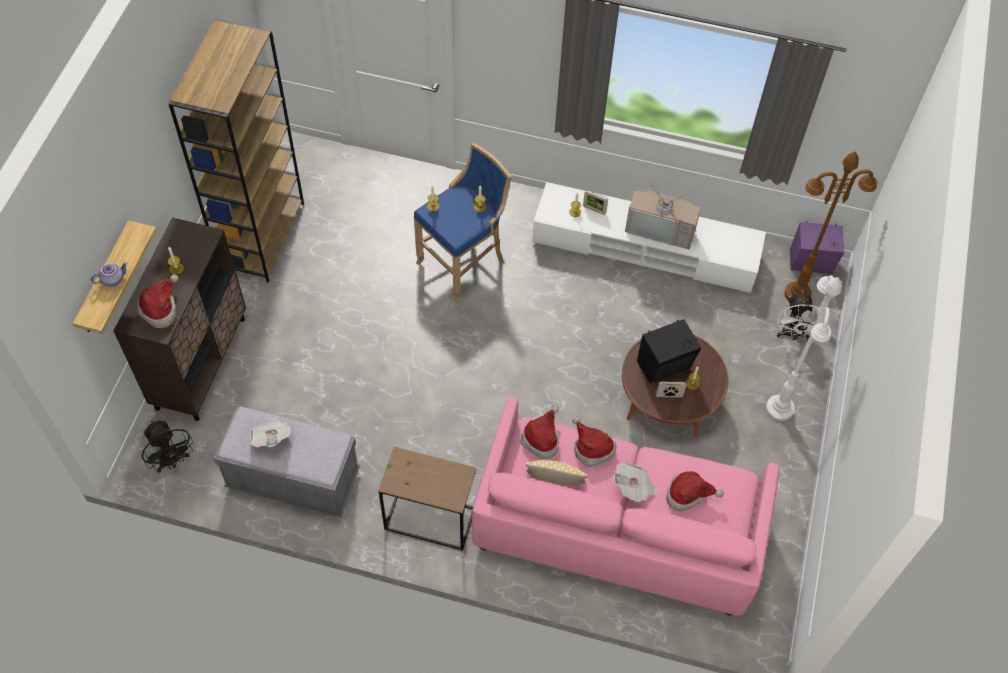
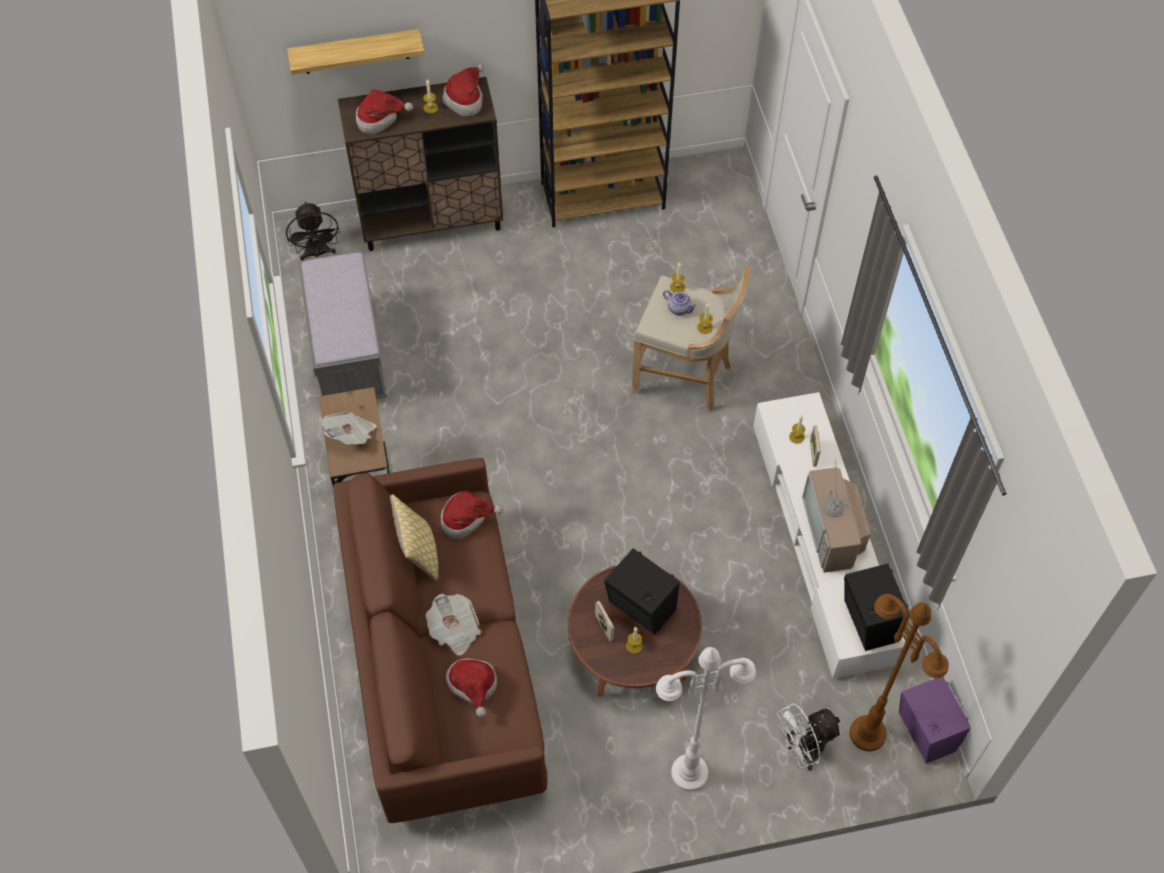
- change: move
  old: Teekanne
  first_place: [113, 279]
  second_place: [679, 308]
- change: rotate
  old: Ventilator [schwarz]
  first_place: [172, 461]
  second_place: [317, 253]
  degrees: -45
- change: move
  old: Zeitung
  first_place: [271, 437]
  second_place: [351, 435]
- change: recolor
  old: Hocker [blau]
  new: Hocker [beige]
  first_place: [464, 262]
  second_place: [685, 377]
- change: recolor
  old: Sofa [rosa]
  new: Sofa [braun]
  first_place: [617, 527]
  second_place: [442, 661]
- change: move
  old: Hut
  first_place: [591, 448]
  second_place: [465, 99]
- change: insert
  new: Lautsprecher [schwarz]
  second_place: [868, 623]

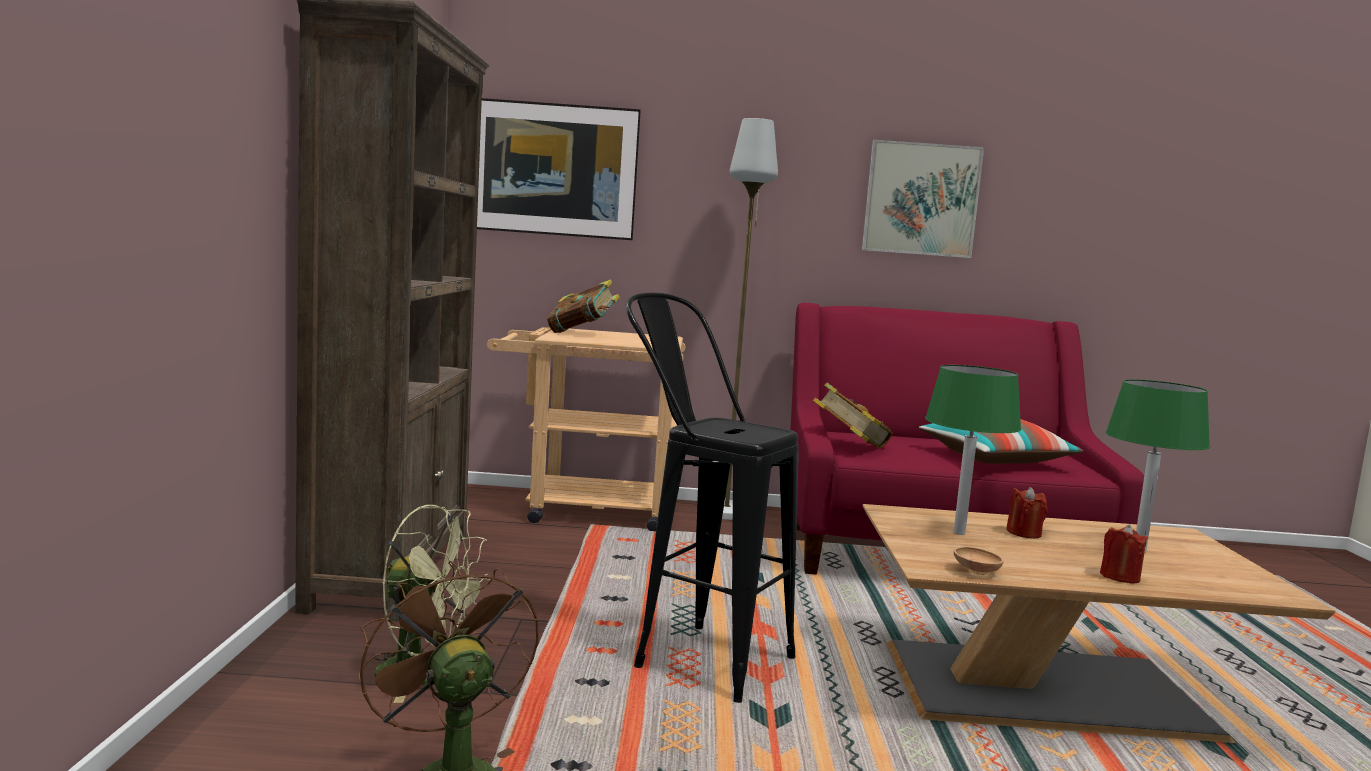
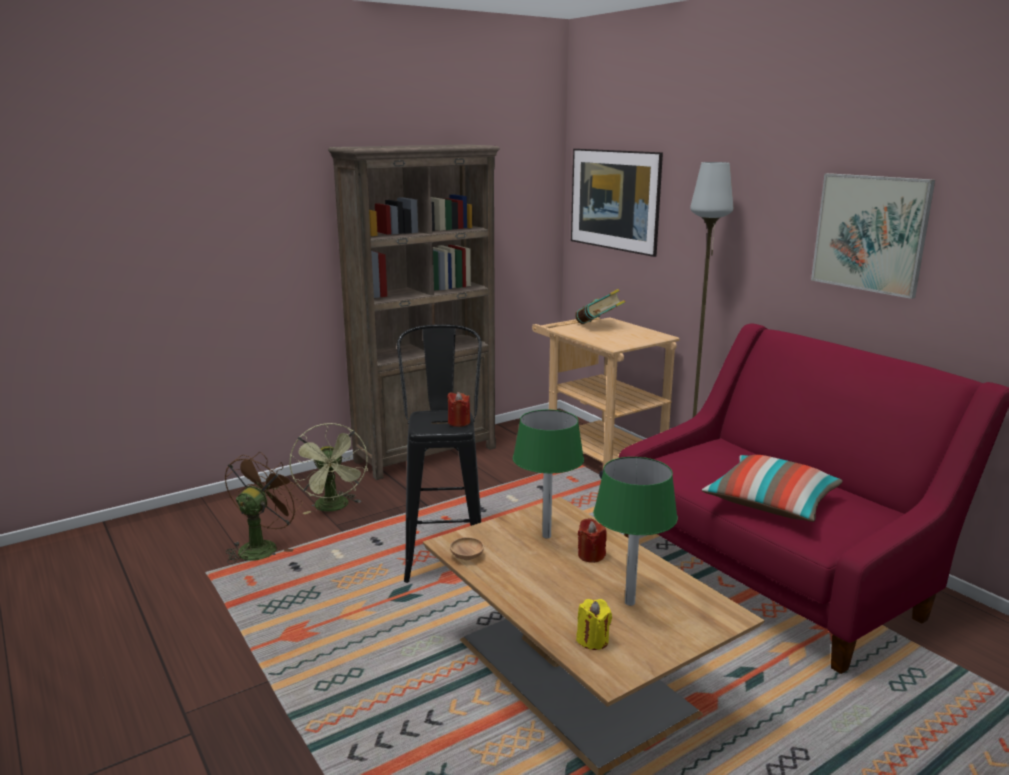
- change: delete
  old: Buch
  first_place: [850, 446]
- change: move
  old: Kerze [rot]
  first_place: [1120, 577]
  second_place: [459, 422]
- change: insert
  new: Kerze [gelb]
  second_place: [593, 640]

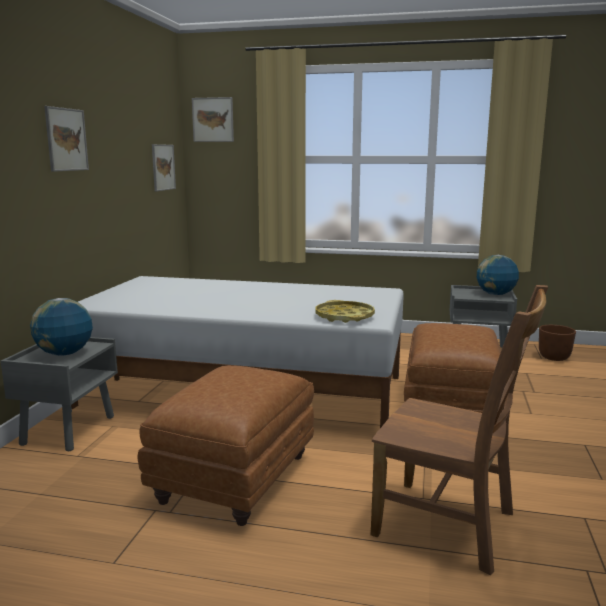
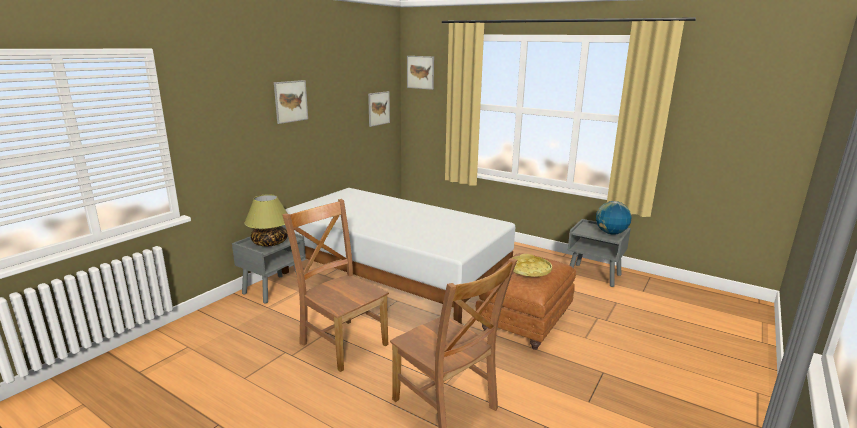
- change: replace
  old: Globus
  new: Tischlampe
  first_place: [64, 354]
  second_place: [269, 243]
- change: replace
  old: Polsterhocker [braun]
  new: Stuhl [braun]
  first_place: [235, 478]
  second_place: [342, 342]
- change: move
  old: Tablett [gelb]
  first_place: [344, 317]
  second_place: [529, 270]
- change: delete
  old: Pflanzkübel [braun]
  first_place: [554, 358]

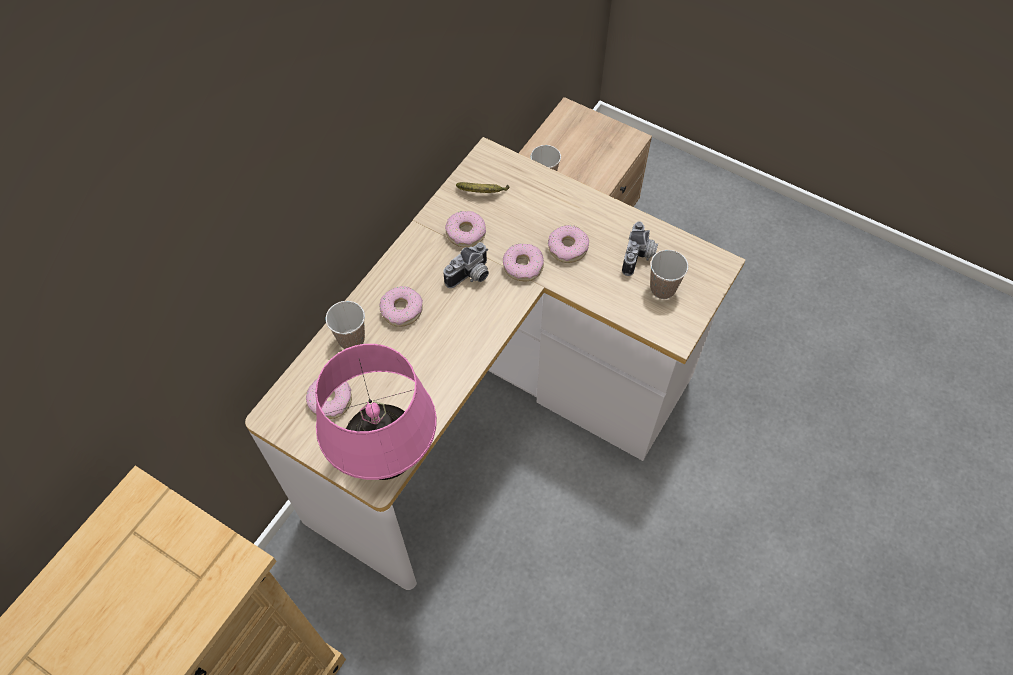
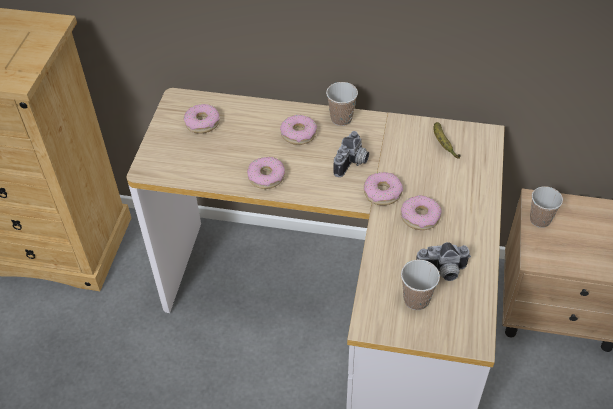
- change: delete
  old: Tischlampe [rosa]
  first_place: [386, 458]
- change: move
  old: Tasse
  first_place: [351, 340]
  second_place: [341, 119]
- change: rotate
  old: Kamera
  first_place: [471, 276]
  second_place: [352, 163]
  degrees: -90
- change: move
  old: Donut
  first_place: [465, 233]
  second_place: [266, 177]

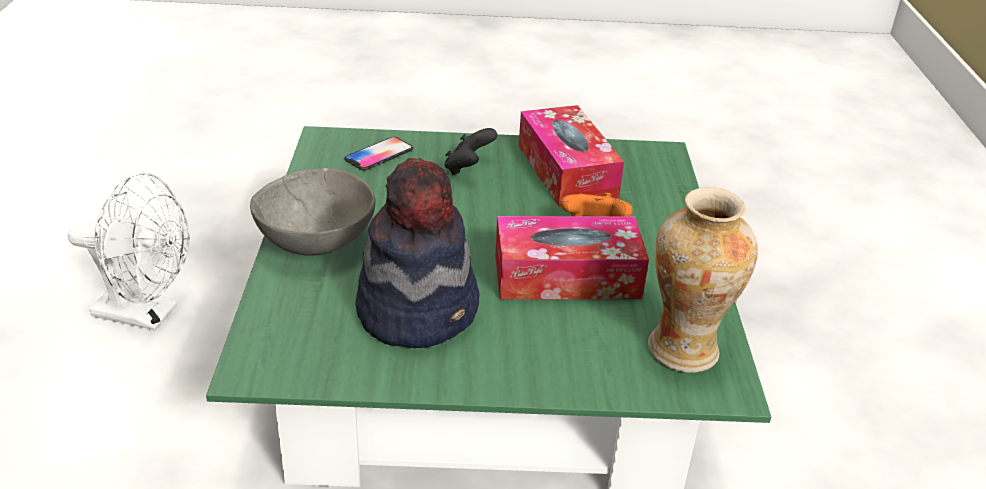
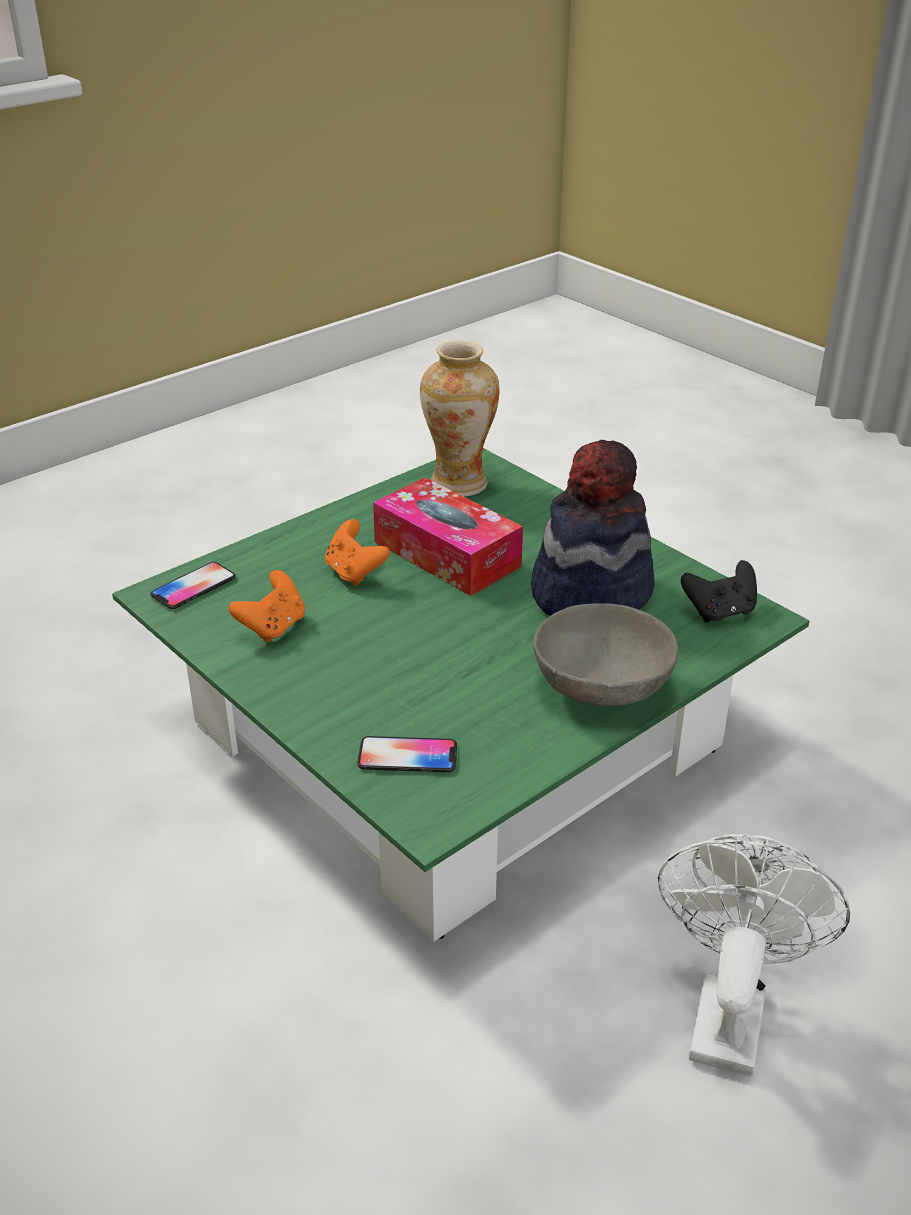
- change: rotate
  old: Ventilator [weiß]
  first_place: [147, 314]
  second_place: [727, 1011]
  degrees: 45
- change: move
  old: Gamepad [schwarz]
  first_place: [468, 168]
  second_place: [720, 612]
- change: replace
  old: Taschentuchbox
  new: Gamepad [orange]
  first_place: [566, 171]
  second_place: [273, 627]
- change: insert
  new: Handy
  second_place: [193, 587]

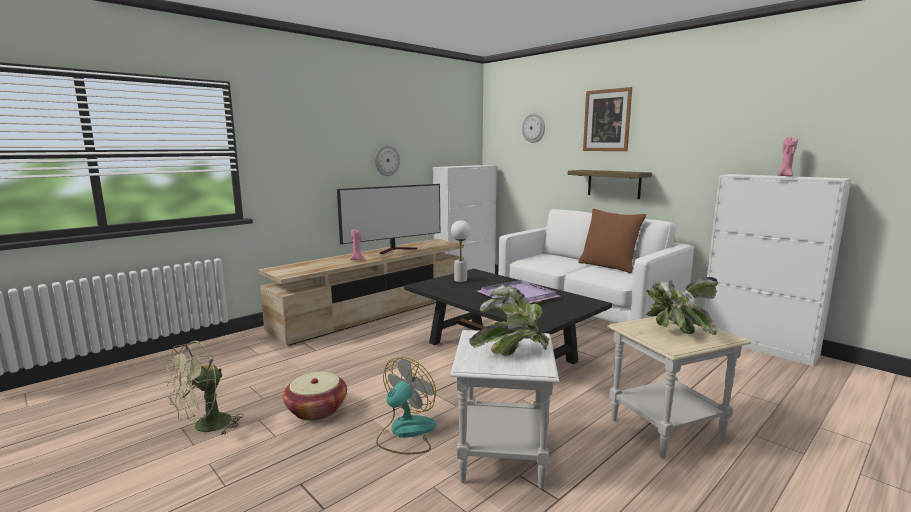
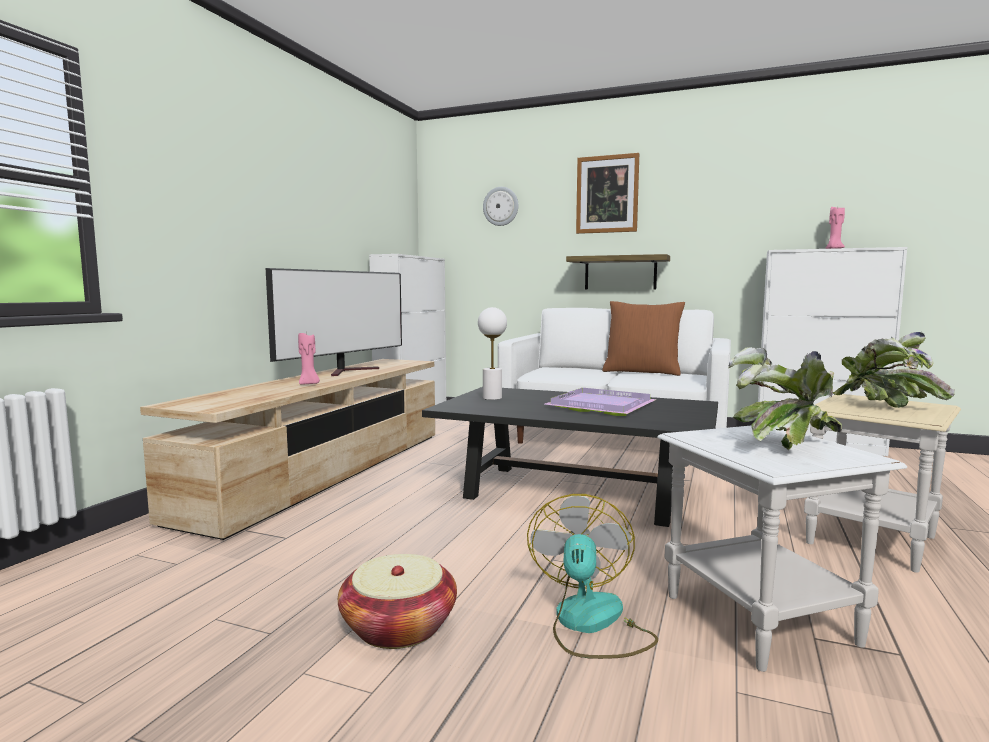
- change: delete
  old: Ventilator [grün]
  first_place: [205, 427]
- change: delete
  old: Wanduhr
  first_place: [387, 160]

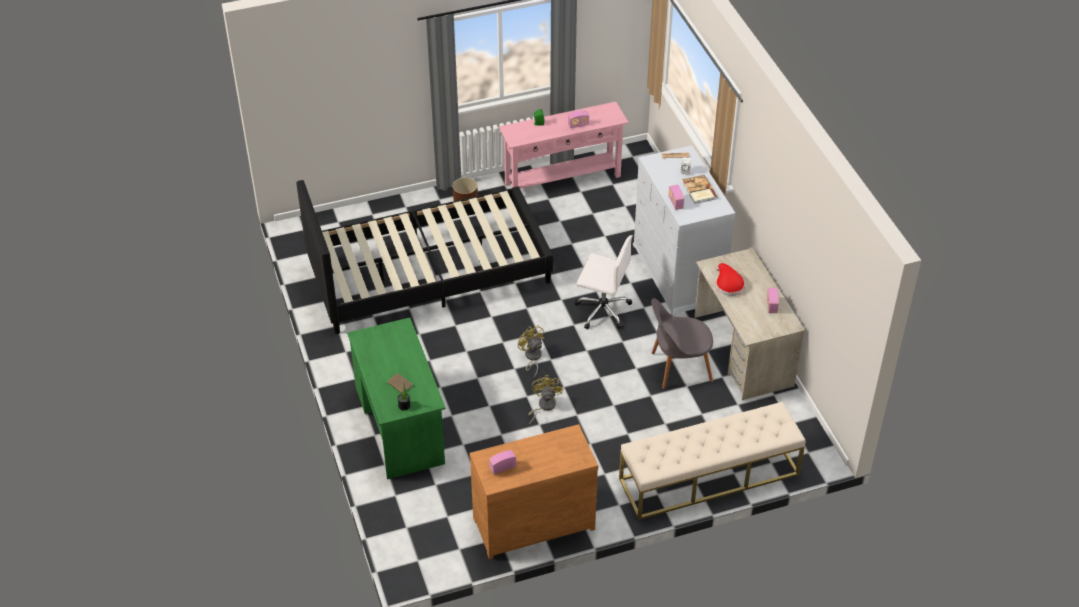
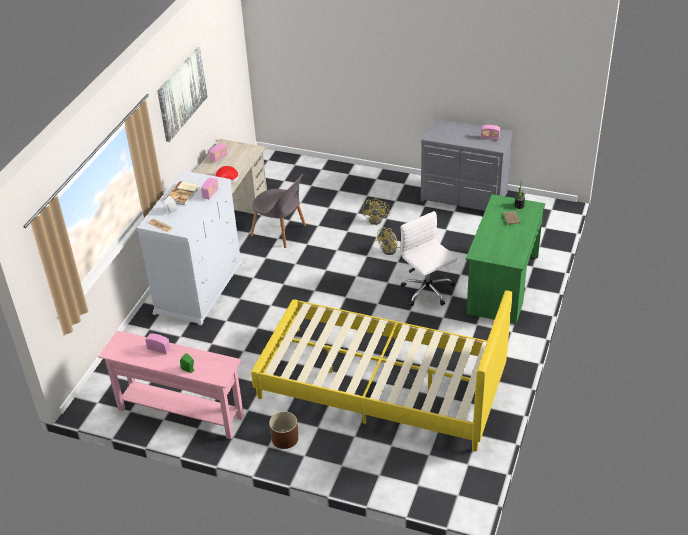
- change: recolor
  old: Bett [schwarz]
  new: Bett [gelb]
  first_place: [429, 273]
  second_place: [381, 386]
- change: recolor
  old: Kommode [braun]
  new: Kommode [grau]
  first_place: [532, 521]
  second_place: [464, 198]
- change: move
  old: Ventilator [gelb]
  first_place: [532, 357]
  second_place: [378, 219]
- change: move
  old: Bürostuhl [weiß]
  first_place: [602, 310]
  second_place: [428, 291]
- change: delete
  old: Bank [beige]
  first_place: [708, 477]
- change: insert
  new: Bild
  second_place: [182, 93]

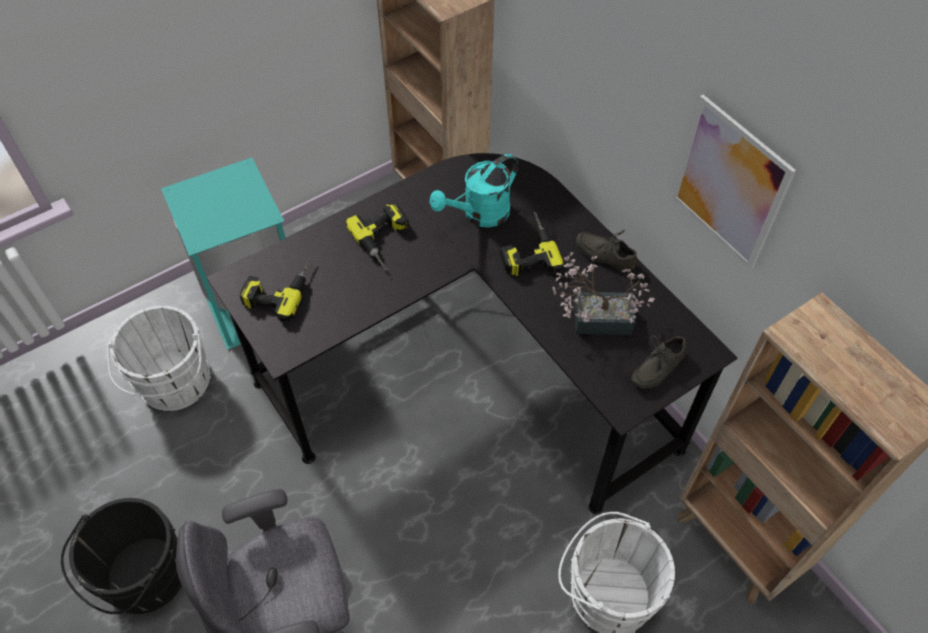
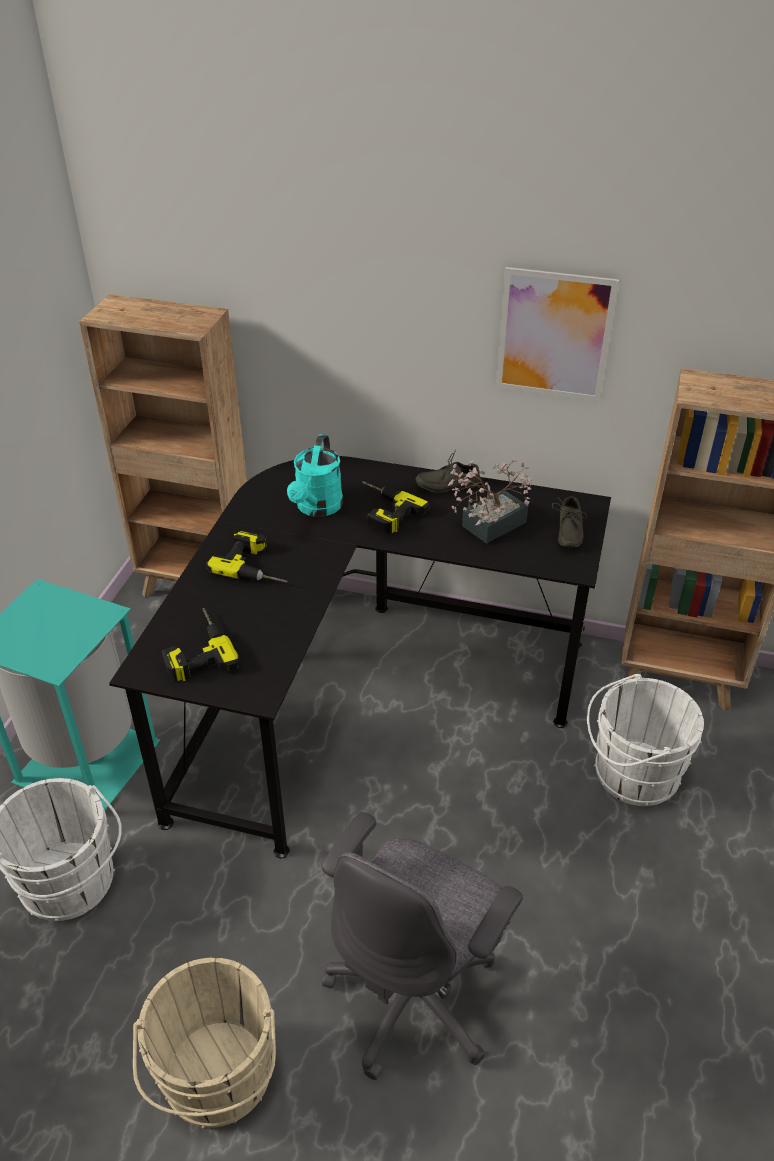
- change: recolor
  old: Eimer [schwarz]
  new: Eimer [beige]
  first_place: [142, 579]
  second_place: [217, 1081]

